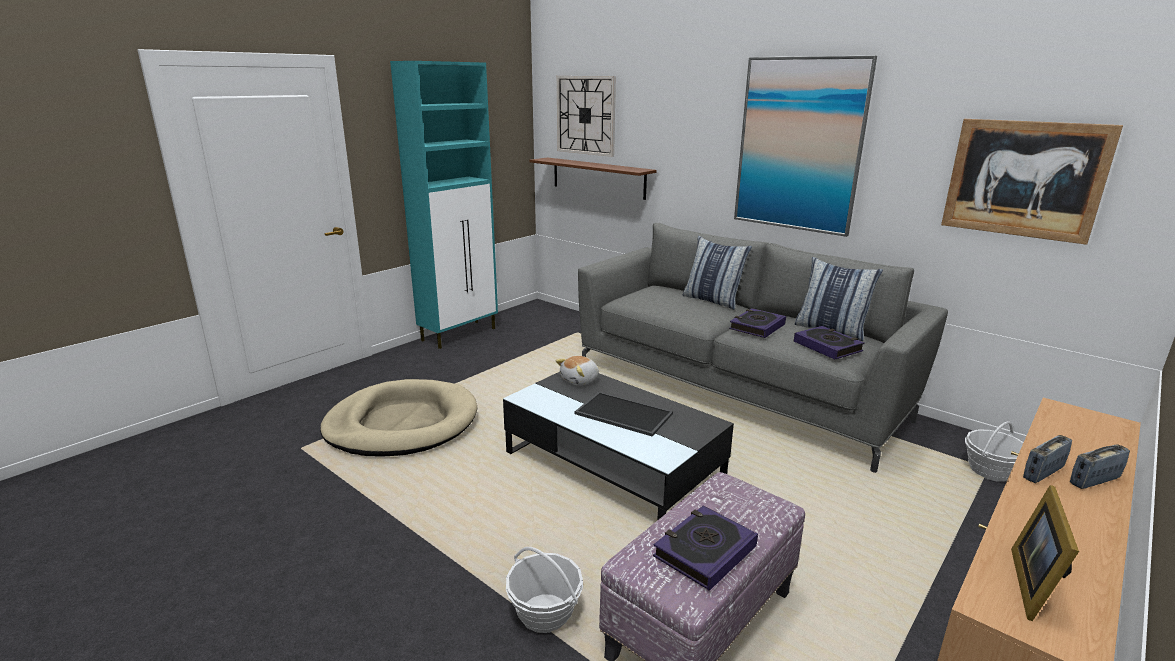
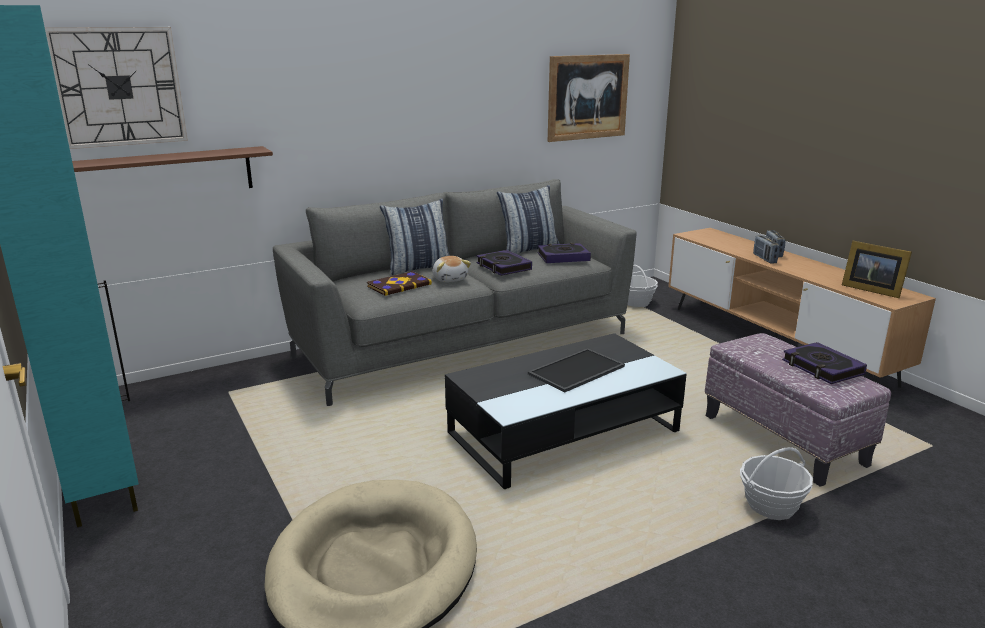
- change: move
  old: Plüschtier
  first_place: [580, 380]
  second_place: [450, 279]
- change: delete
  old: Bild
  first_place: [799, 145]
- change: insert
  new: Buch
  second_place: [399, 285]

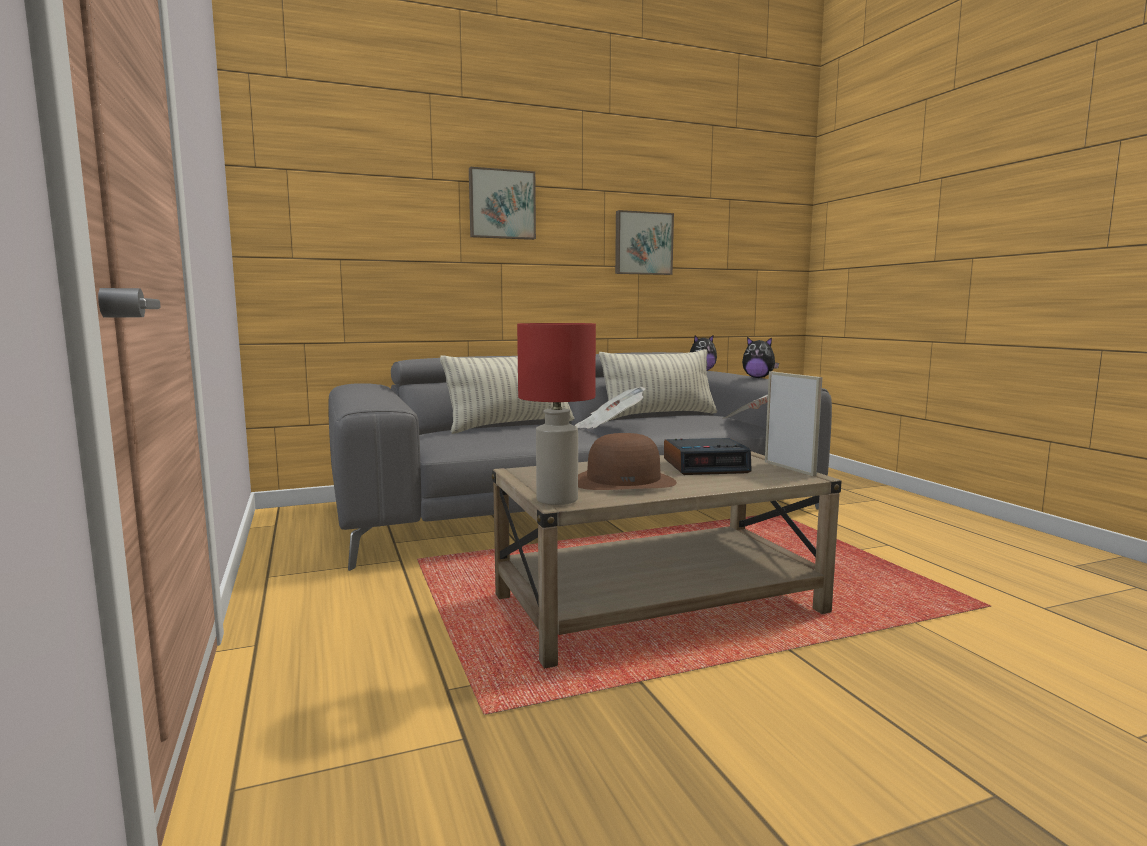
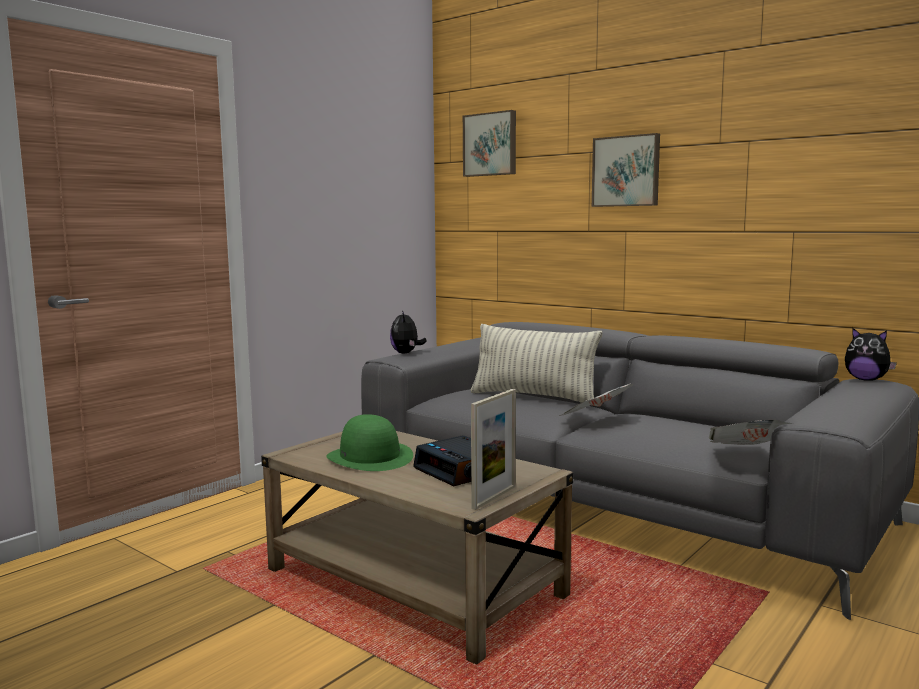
- change: delete
  old: Tischlampe [rot]
  first_place: [556, 499]
- change: recolor
  old: Hut [braun]
  new: Hut [grün]
  first_place: [624, 481]
  second_place: [370, 457]
- change: delete
  old: Kissen
  first_place: [659, 415]
- change: move
  old: Bild
  first_place: [643, 243]
  second_place: [490, 144]
- change: move
  old: Plüschtier
  first_place: [758, 378]
  second_place: [406, 353]

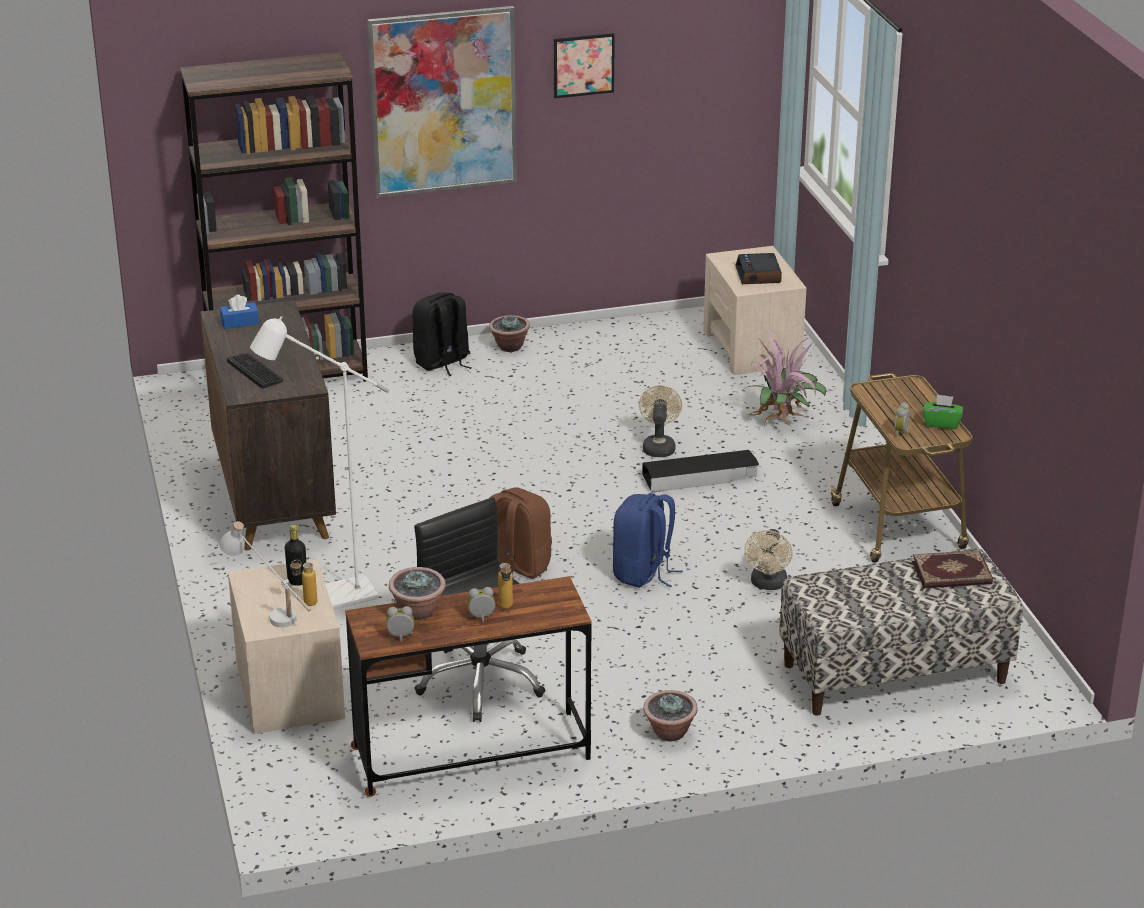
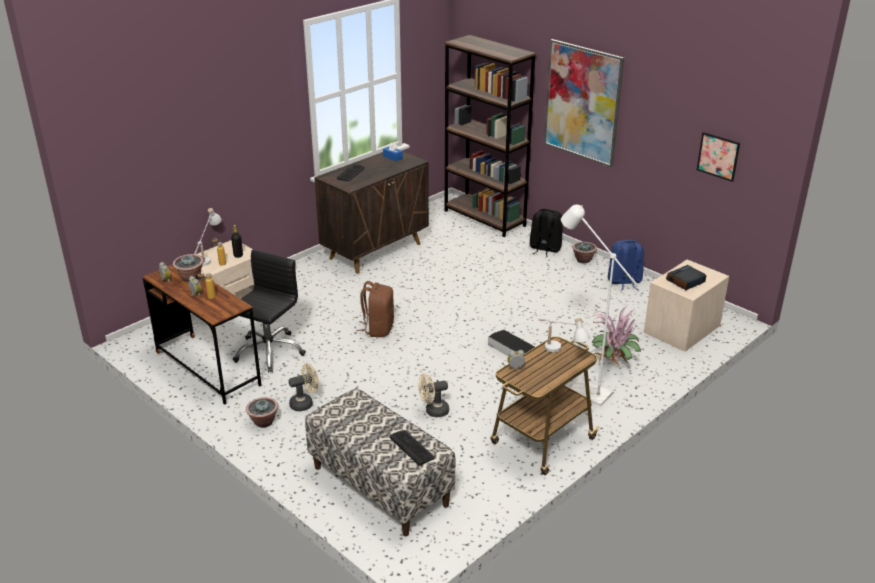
- change: move
  old: Stehlampe [weiß]
  first_place: [331, 598]
  second_place: [582, 390]
- change: move
  old: Bild
  first_place: [583, 65]
  second_place: [718, 156]
- change: move
  old: Rucksack [blau]
  first_place: [643, 573]
  second_place: [624, 281]
- change: move
  old: Ventilator [beige]
  first_place: [658, 446]
  second_place: [305, 403]
- change: replace
  old: Buch
  new: Tastatur
  first_place: [952, 574]
  second_place: [412, 447]
- change: delete
  old: Taschentuchbox [grün]
  first_place: [941, 423]
- change: insert
  new: Tischlampe [weiß]
  second_place: [560, 354]

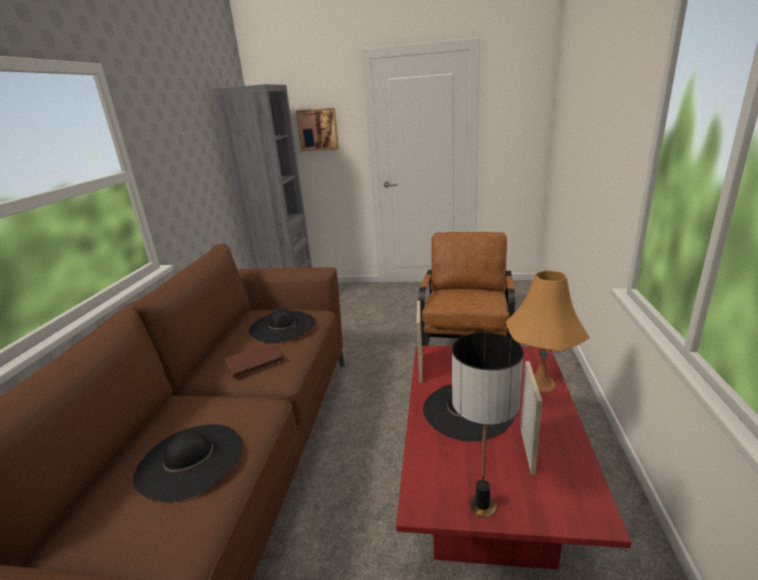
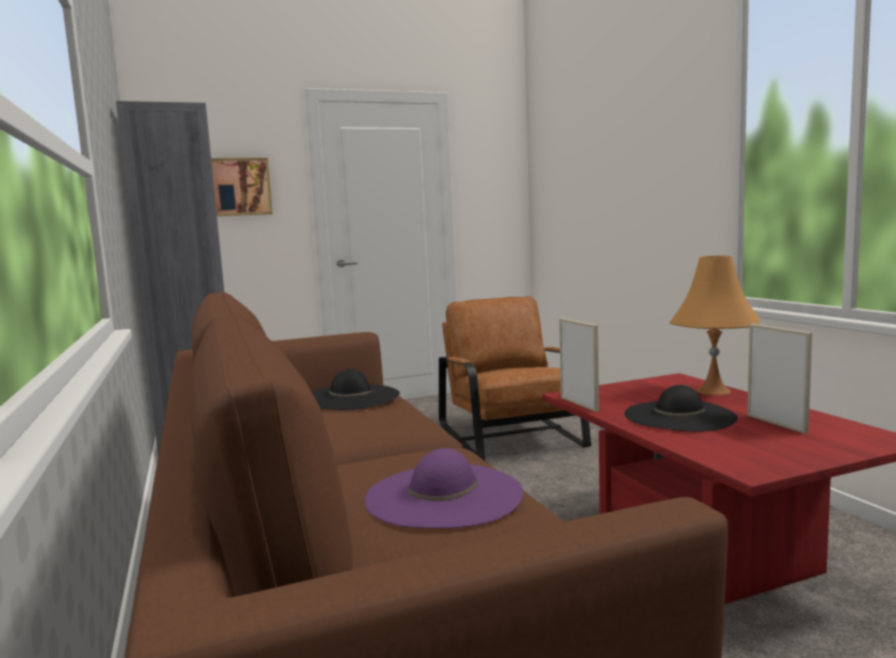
- change: recolor
  old: Hut [schwarz]
  new: Hut [lila]
  first_place: [190, 460]
  second_place: [444, 495]
- change: delete
  old: Buch [braun]
  first_place: [253, 361]
- change: delete
  old: Tischlampe
  first_place: [481, 506]

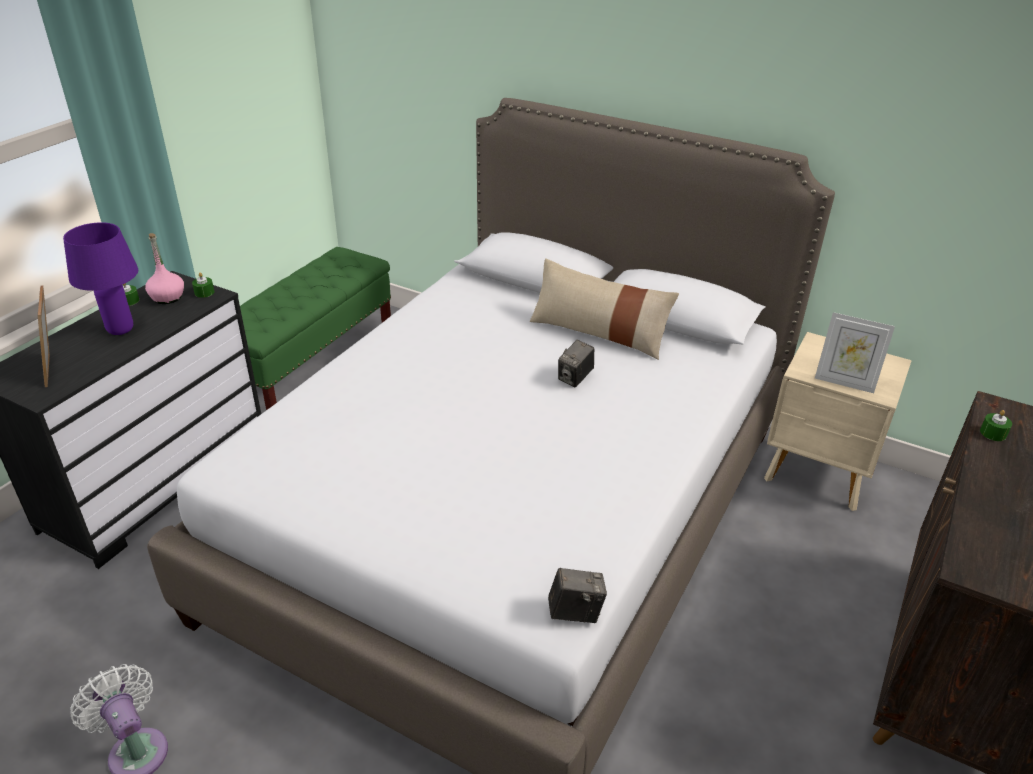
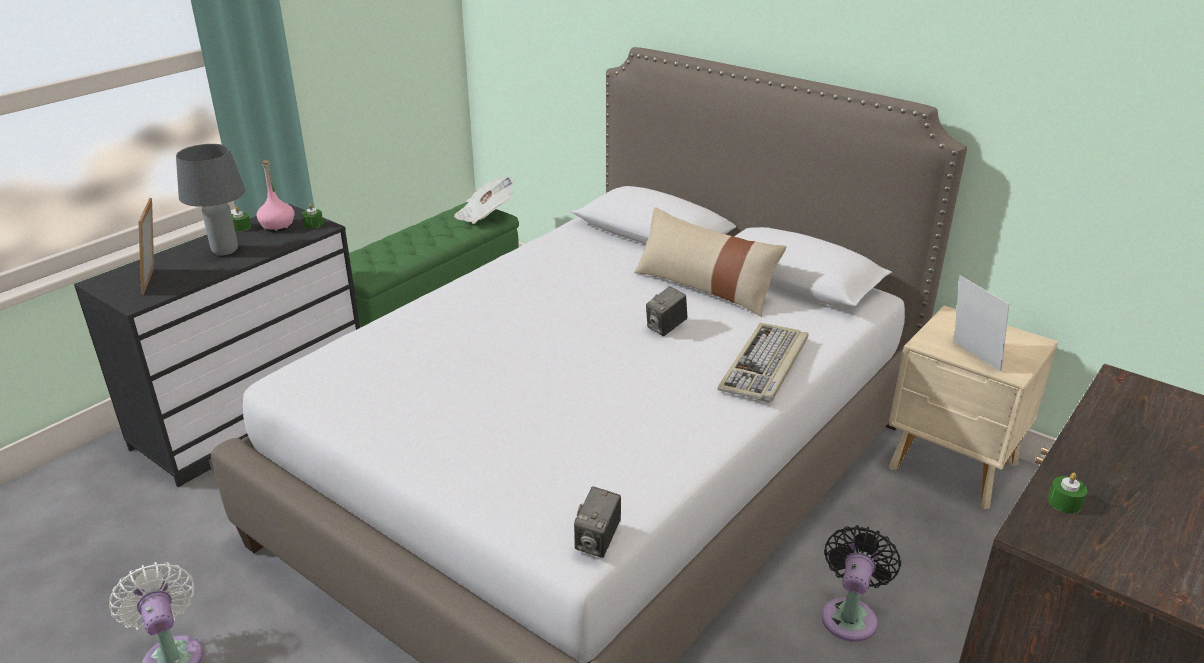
- change: recolor
  old: Tischlampe [lila]
  new: Tischlampe [grau]
  first_place: [121, 329]
  second_place: [225, 251]
- change: rotate
  old: Kamera
  first_place: [575, 612]
  second_place: [598, 542]
  degrees: 105
- change: rotate
  old: Bilderrahmen
  first_place: [844, 382]
  second_place: [972, 357]
  degrees: -150
- change: move
  old: Kerze [grün]
  first_place: [993, 433]
  second_place: [1064, 502]
- change: insert
  new: Zeitung
  second_place: [485, 215]
- change: insert
  new: Tastatur
  second_place: [765, 366]
- change: insert
  new: Ventilator [schwarz]
  second_place: [850, 615]

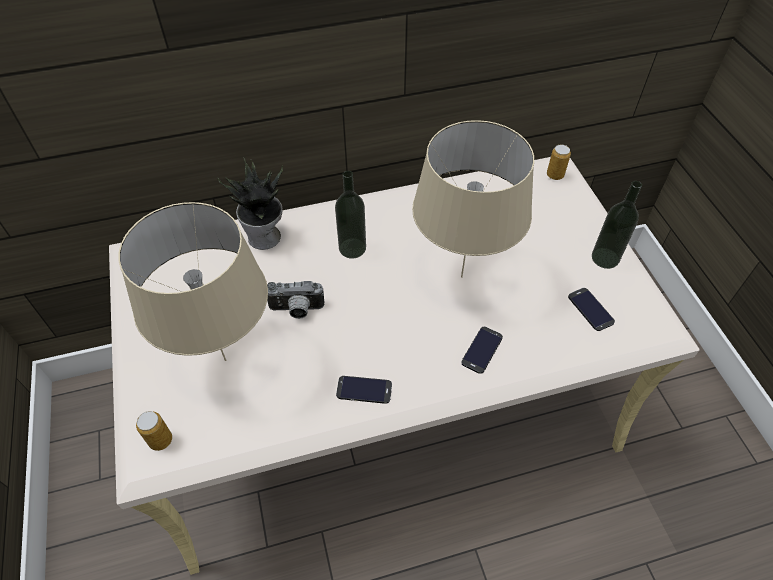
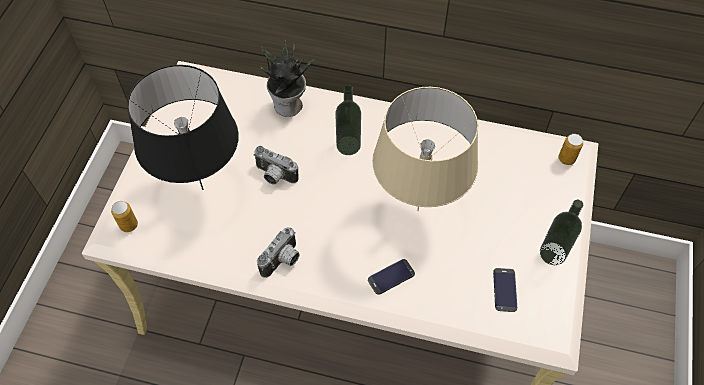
- change: recolor
  old: Tischlampe [beige]
  new: Tischlampe [schwarz]
  first_place: [225, 360]
  second_place: [202, 189]
- change: replace
  old: Handy
  new: Kamera
  first_place: [364, 390]
  second_place: [283, 261]

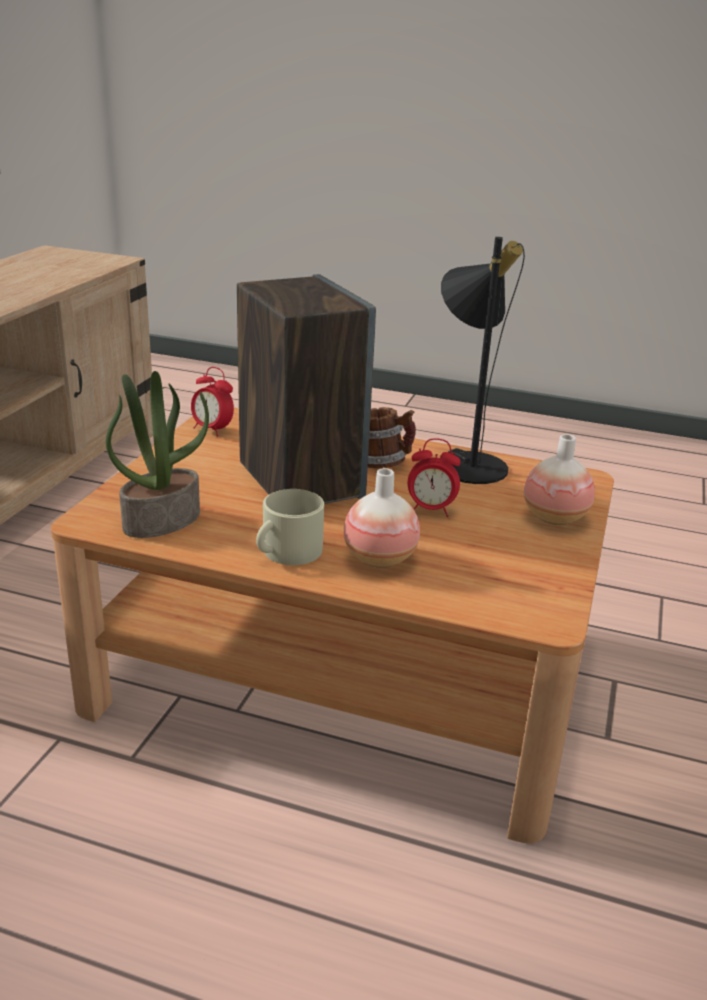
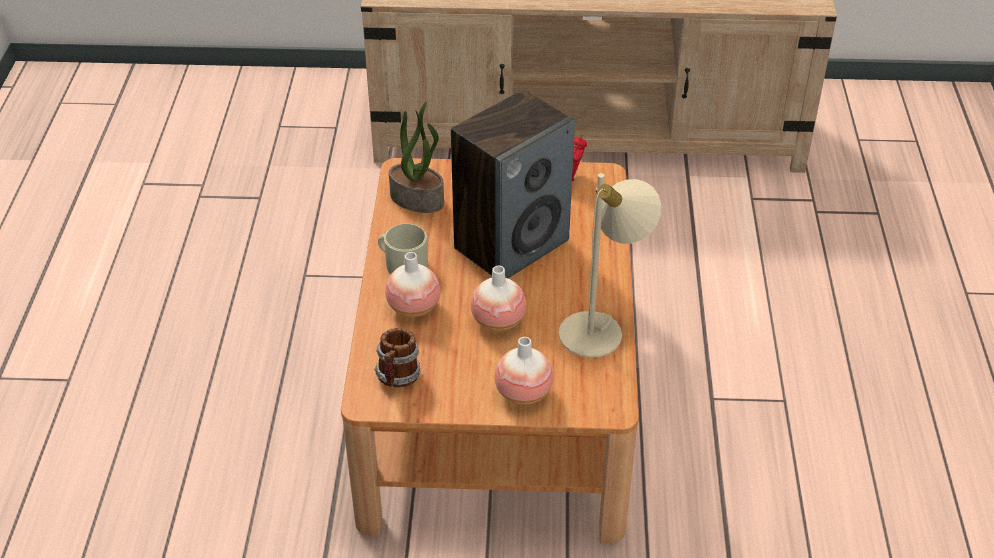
- change: move
  old: Henkelbecher
  first_place: [384, 464]
  second_place: [398, 378]
- change: replace
  old: Wecker
  new: Vase
  first_place: [430, 510]
  second_place: [498, 321]
- change: recolor
  old: Tischlampe [schwarz]
  new: Tischlampe [beige]
  first_place: [467, 461]
  second_place: [601, 329]

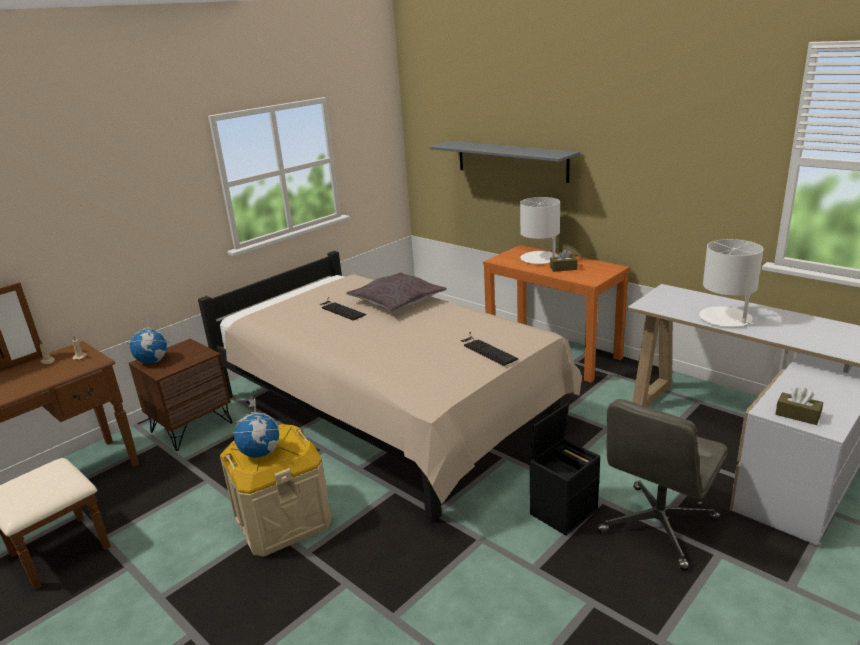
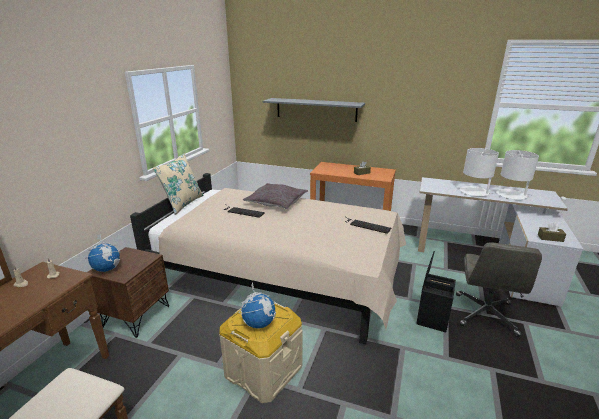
- change: move
  old: Tischlampe [weiß]
  first_place: [540, 259]
  second_place: [511, 195]
- change: insert
  new: Kissen [beige]
  second_place: [182, 203]

